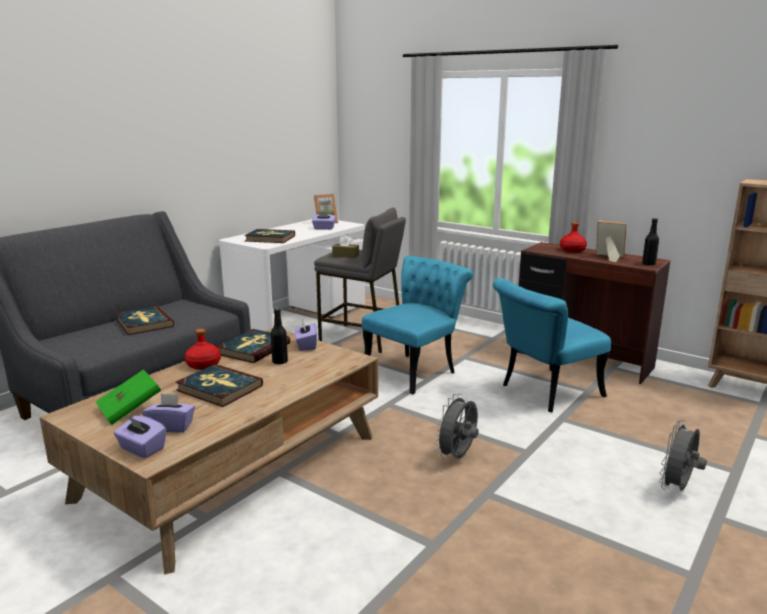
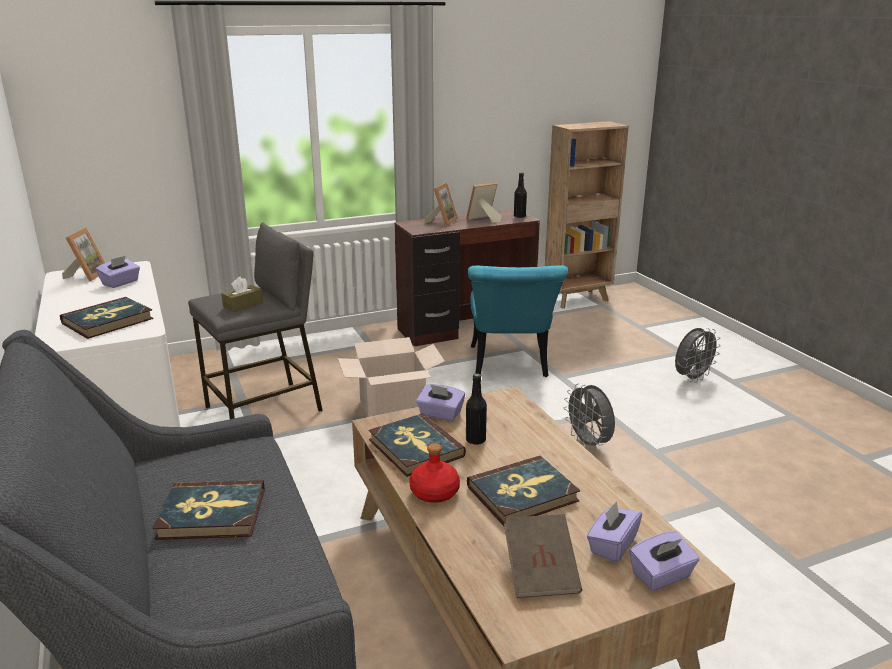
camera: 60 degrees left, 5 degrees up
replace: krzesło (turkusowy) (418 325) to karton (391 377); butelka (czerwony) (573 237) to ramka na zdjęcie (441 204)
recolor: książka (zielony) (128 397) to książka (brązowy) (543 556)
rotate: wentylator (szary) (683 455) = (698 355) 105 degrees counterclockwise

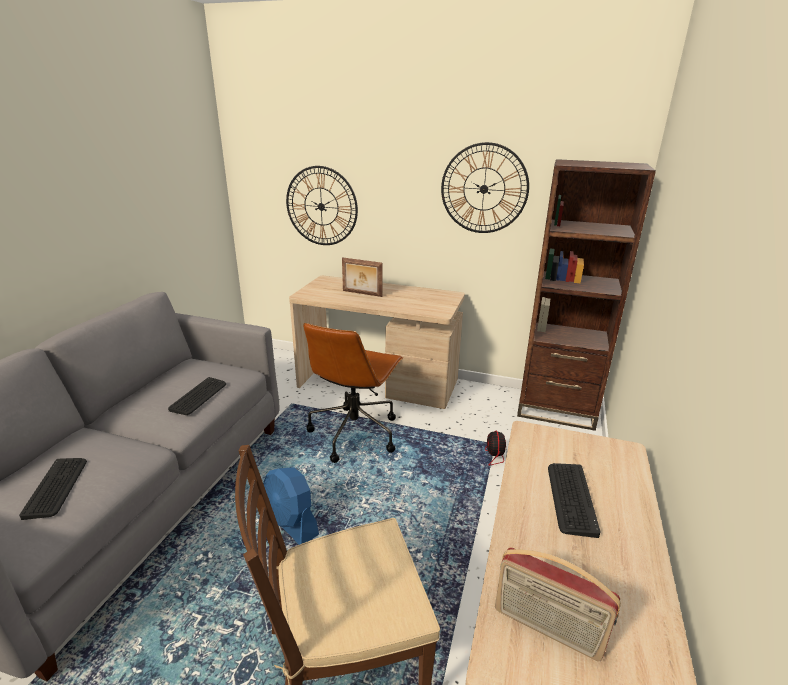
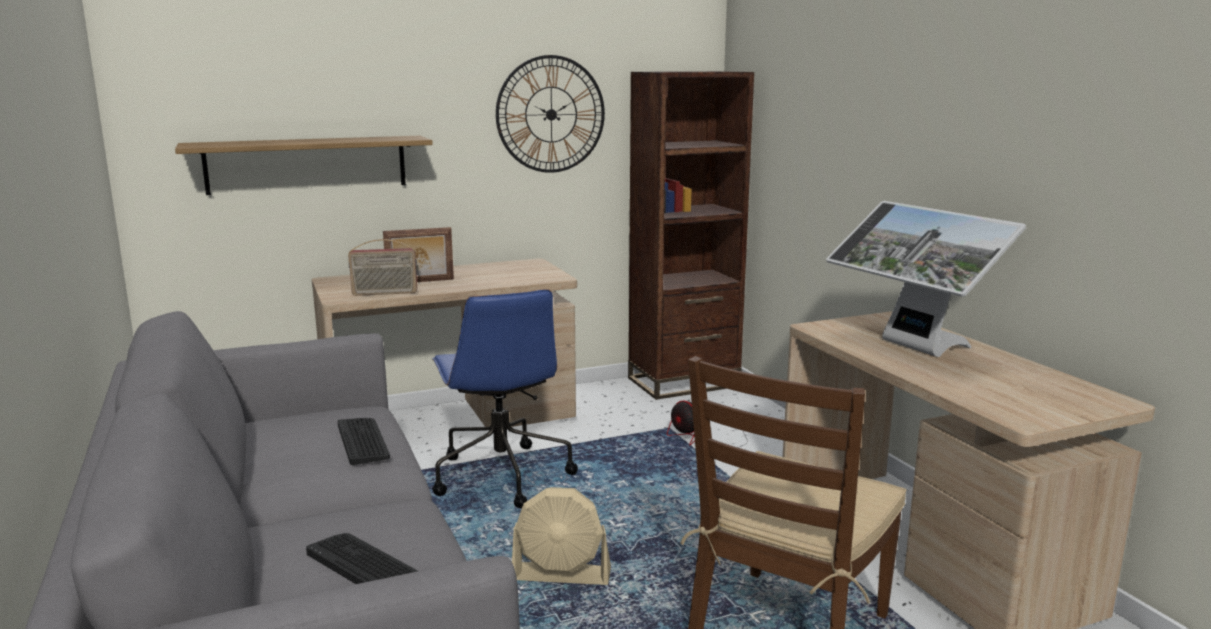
camera: 40 degrees left, 10 degrees down
move: radio (558 604) to (382 267)
replace: zegar ścienny (322 205) to półka (304 165); klawiatura (574 500) to monitor (926 279)
recolor: krzesło biurowe (brązowy) (353 393) to krzesło biurowe (niebieski) (505 398); wentylator (niebieski) (291 506) to wentylator (beżowy) (561 536)

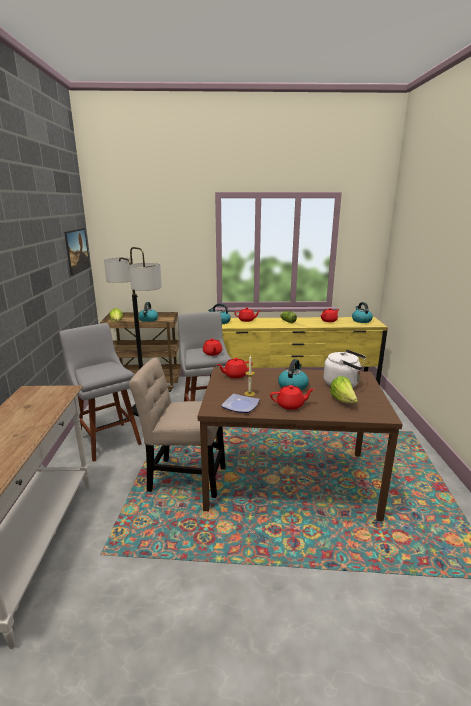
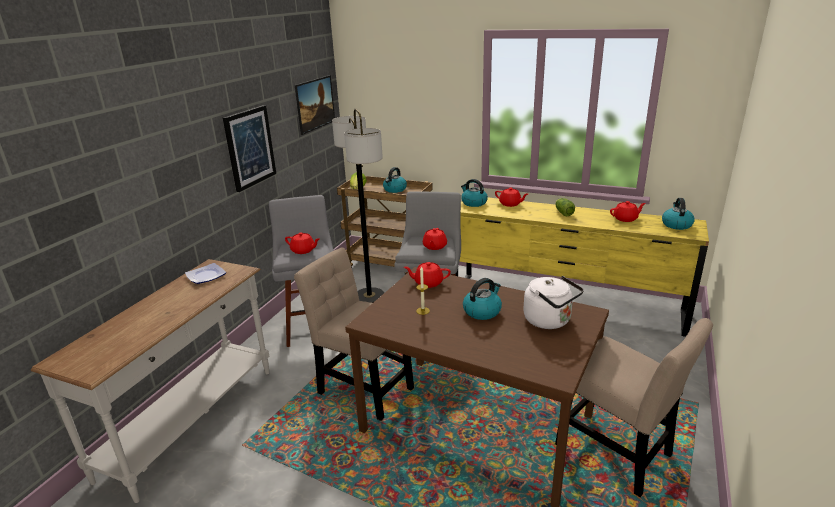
camera: 25 degrees right, 5 degrees up
delete: sałata (344 389)
insert: obraz (249 148); krzesło (beżowy) (634 407)
move: talerz (240 403) to (205 273); imbryk (czerwony) (292 397) to (302 243)

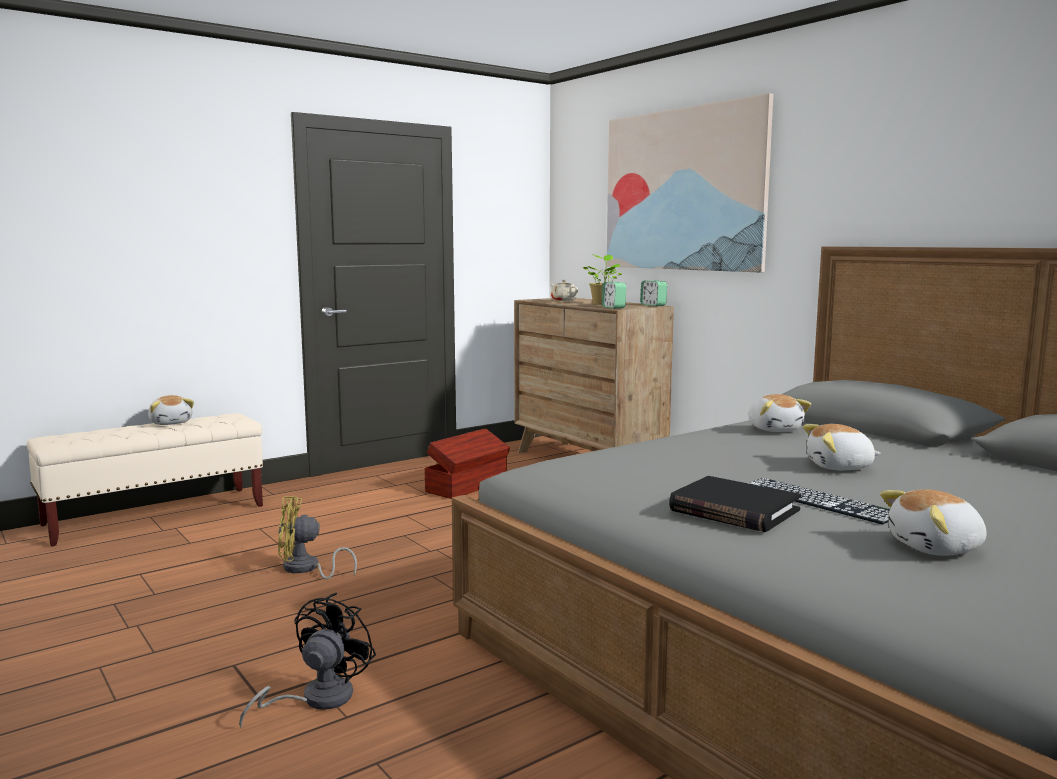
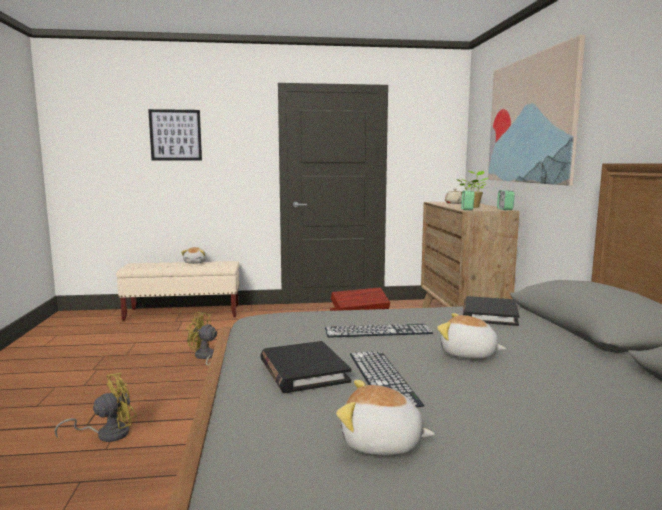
camera: 30 degrees right, 0 degrees up
insert: obraz (175 135); klawiatura (379 331)
replace: pluszak (780 413) to książka (czarny) (491 311)
recolor: wentylator (czarny) (307 660) to wentylator (żółty) (95 407)

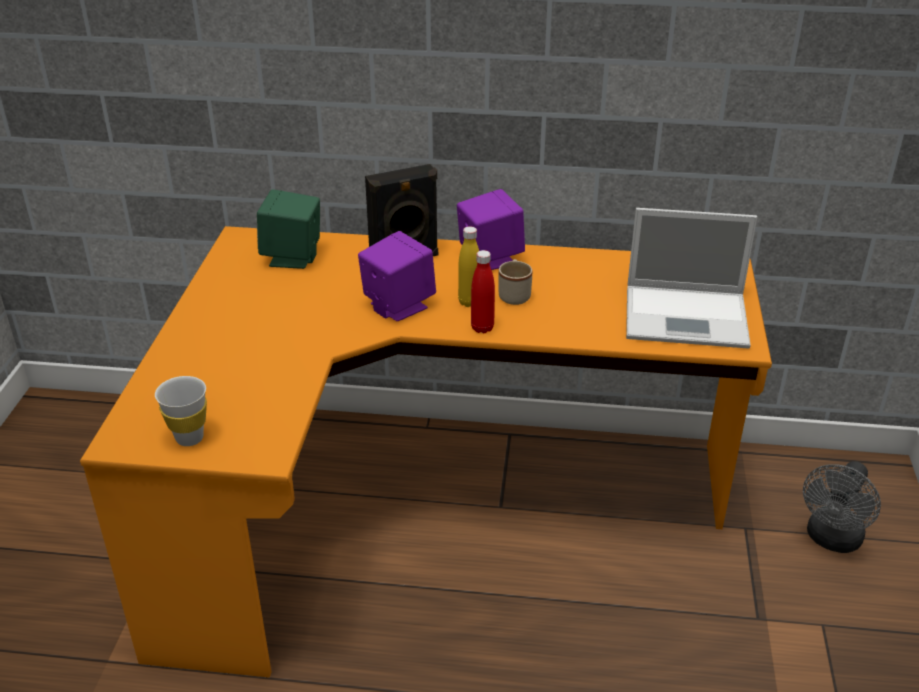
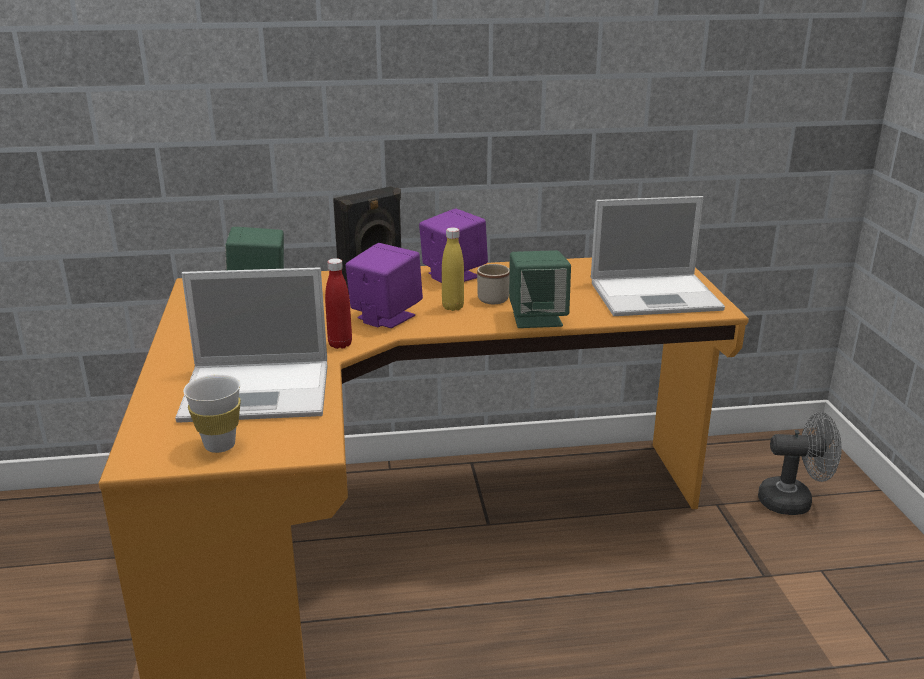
camera: 15 degrees left, 10 degrees down
insert: laptop (251 345); głośnik (zielony) (540 289)
move: butelka (czerwony) (483 291) to (338 303)
rotate: wentylator (szary) (842 507) = (800 463) 105 degrees counterclockwise

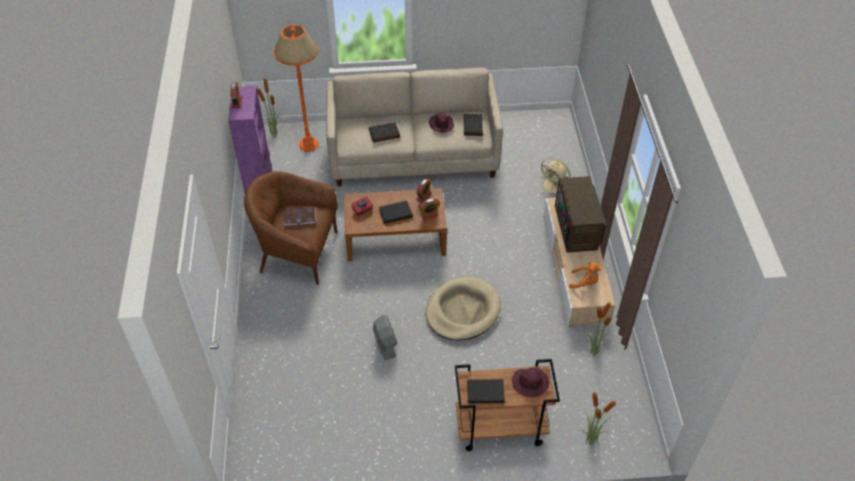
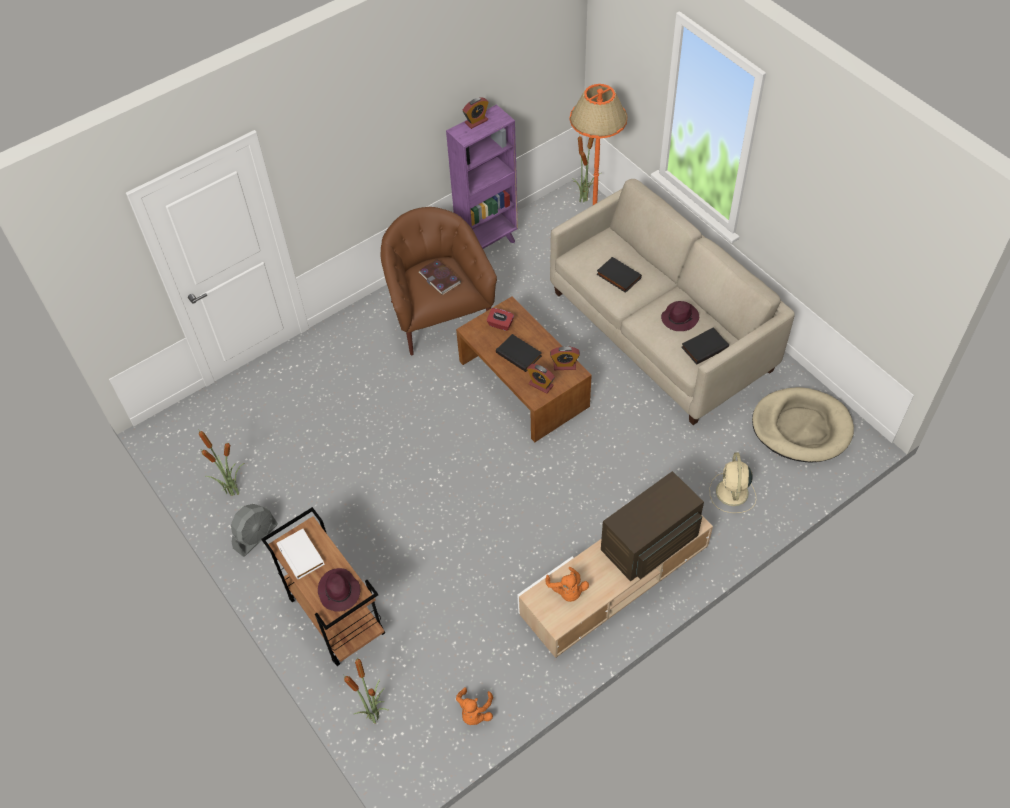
camera: 60 degrees right, 5 degrees up
insert: pluszak (pomarańczowy) (474 706)
move: roślina doniczkowa (597 327) to (221 462); wentylator (szary) (385 337) to (254 530); legowisko (beżowy) (463 309) to (803 424)
recolor: książka (czarny) (486 391) to książka (biały) (301 554)

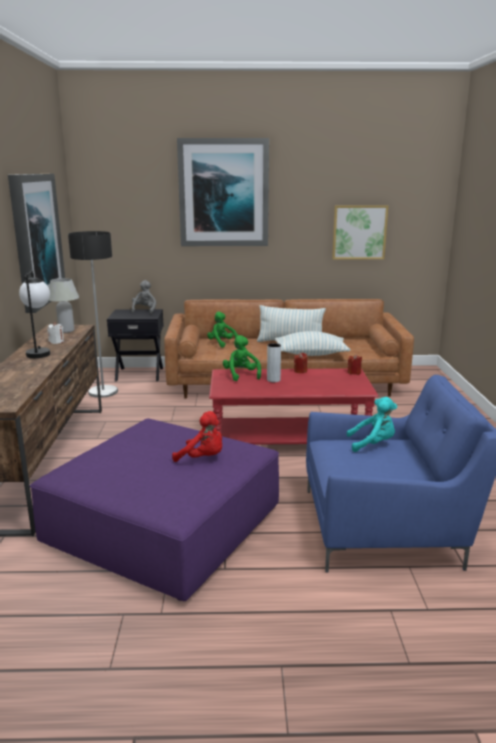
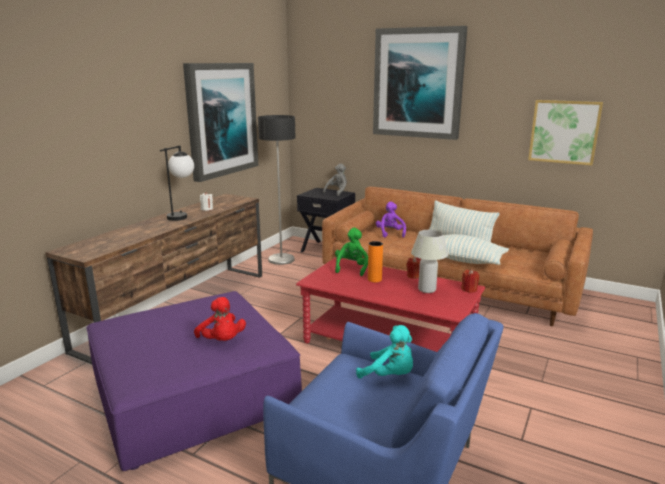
camera: 30 degrees right, 0 degrees up
move: lampa stołowa (biały) (64 305) to (429 261)
recolor: wazon (szary) (274 362) to wazon (pomarańczowy) (375 261); pluszak (zielony) (222 329) to pluszak (fioletowy) (391 220)

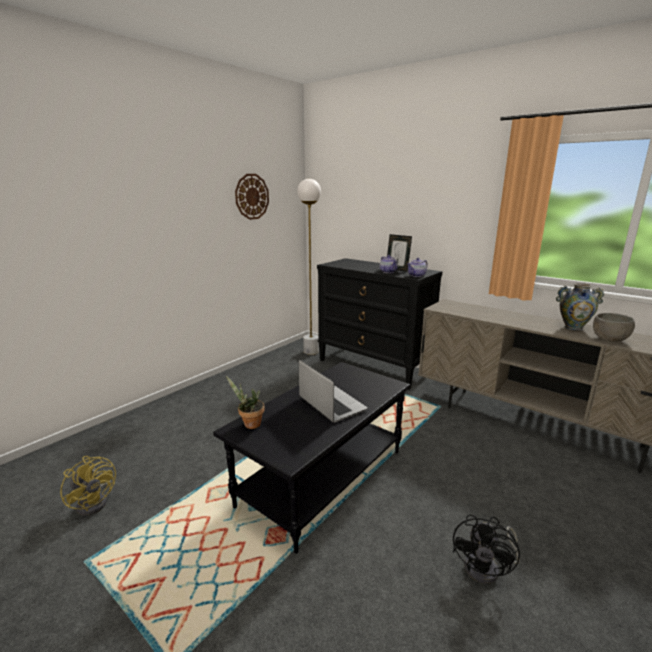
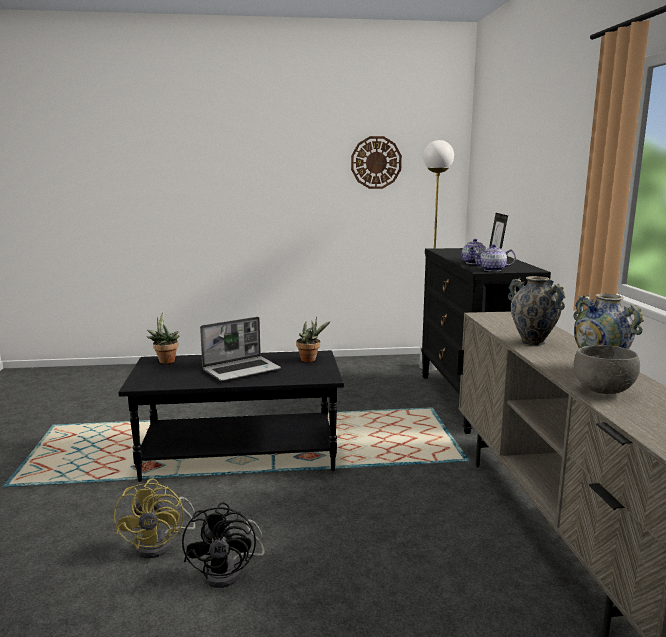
camera: 45 degrees right, 5 degrees down
insert: roślina doniczkowa (313 339); wazon (536 310)
move: wentylator (żółty) (88 486) to (154 518)
rotate: wentylator (czarny) (486 549) = (223 545) 75 degrees counterclockwise; laptop (333 391) = (240 349) 45 degrees clockwise

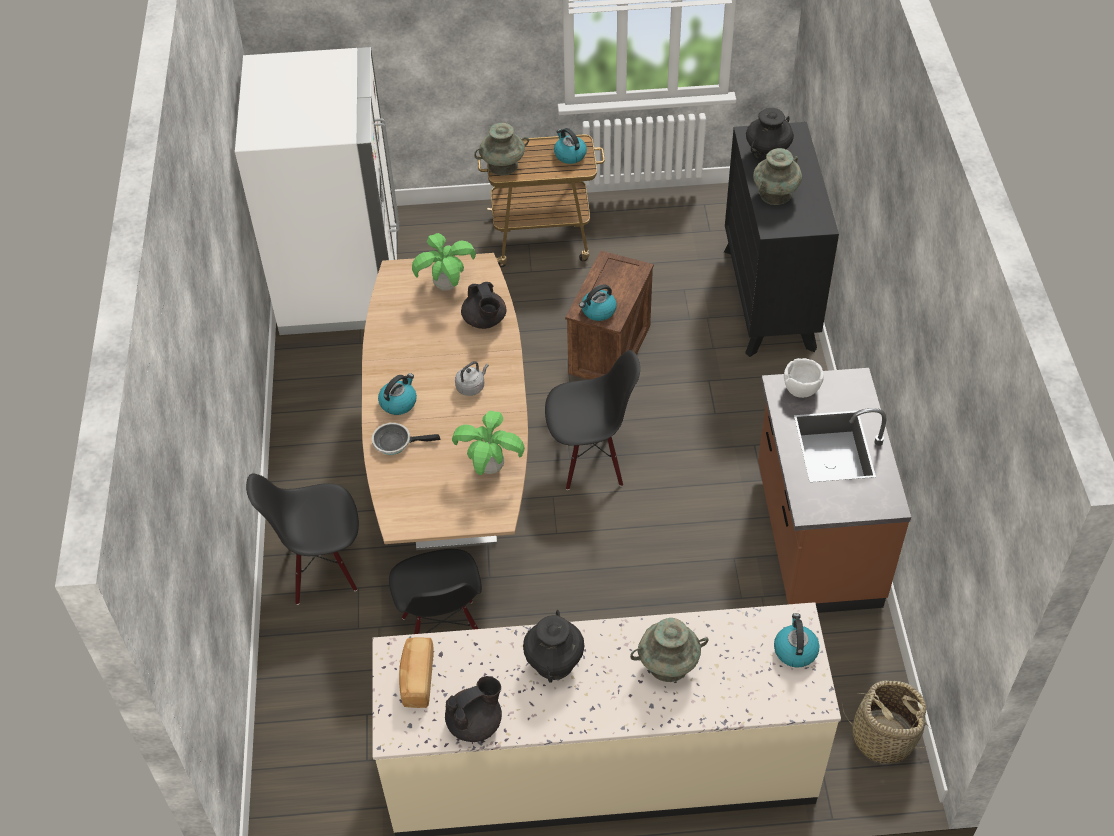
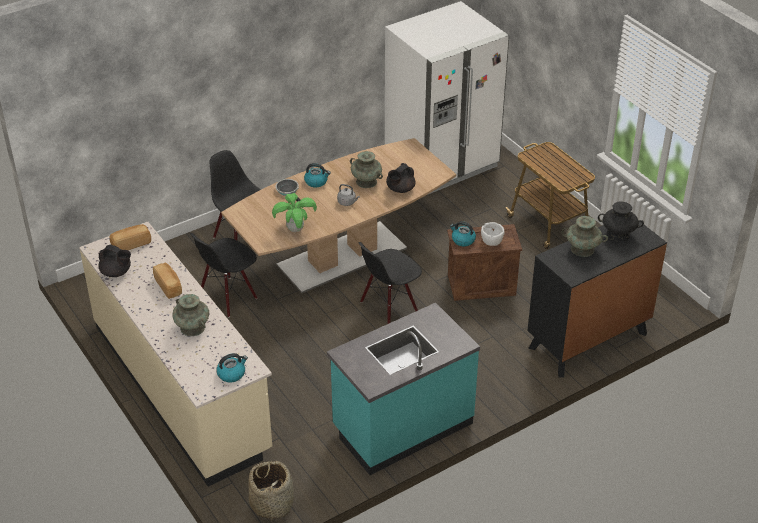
camera: 60 degrees right, 10 degrees down
delete: roślina doniczkowa (444 262); czajnik (570 146)
move: wazon (turkusowy) (501 149) to (366 169); miska (biały) (804 378) to (493 234)
replace: wazon (czarny) (553 646) to chleb (167 281)
recolor: zabudowa kuchenna (brązowy) (834 490) to zabudowa kuchenna (turkusowy) (403 389)
rotate: krzesło (czarny) (592 420) = (390 283) 90 degrees clockwise

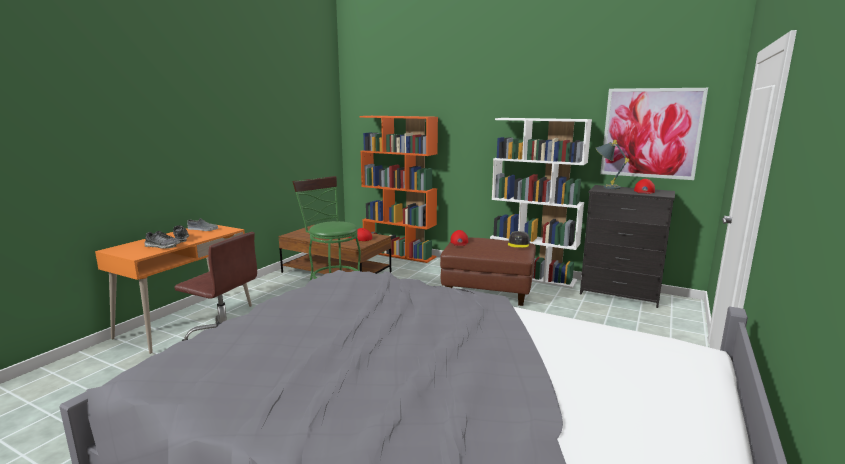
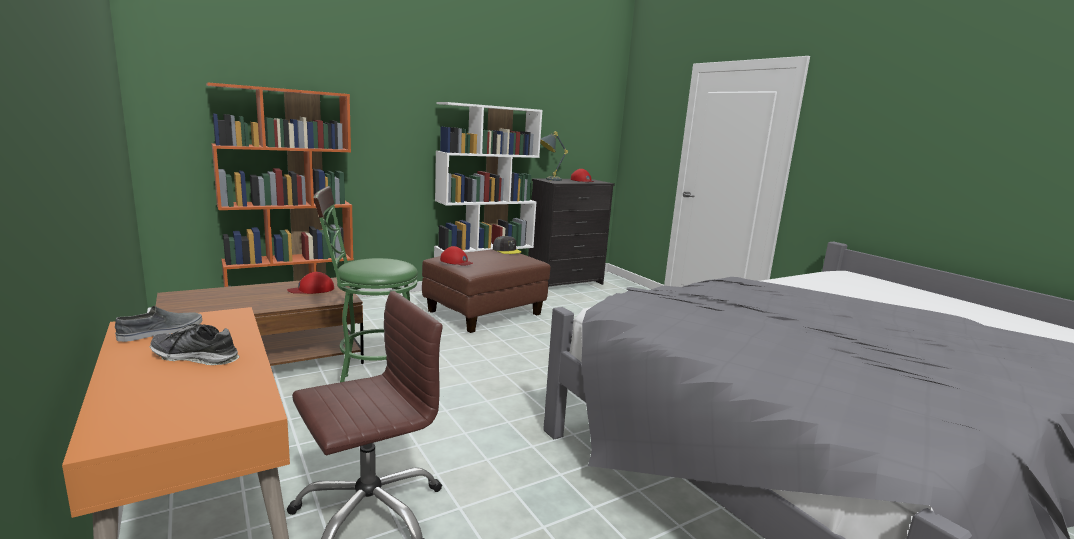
camera: 60 degrees left, 0 degrees up
delete: but (162 240); obraz (654 134)

